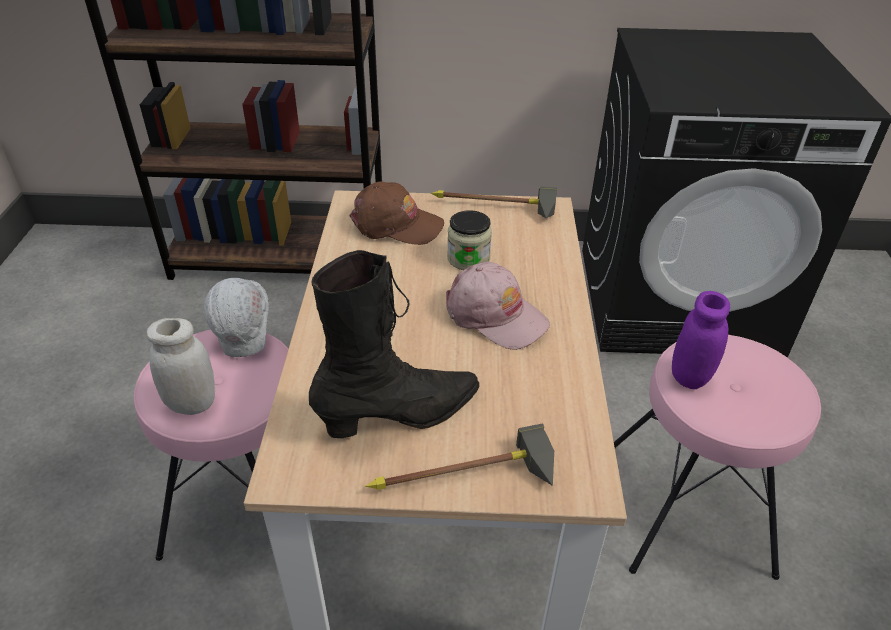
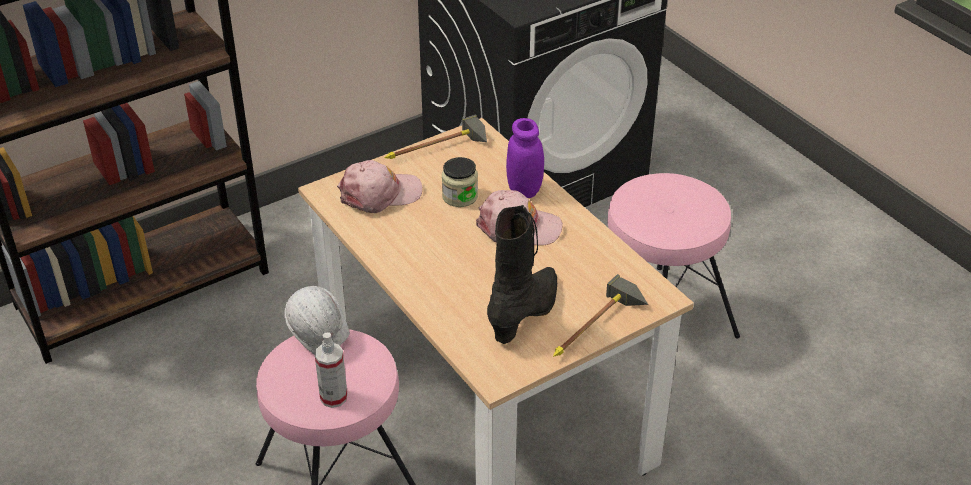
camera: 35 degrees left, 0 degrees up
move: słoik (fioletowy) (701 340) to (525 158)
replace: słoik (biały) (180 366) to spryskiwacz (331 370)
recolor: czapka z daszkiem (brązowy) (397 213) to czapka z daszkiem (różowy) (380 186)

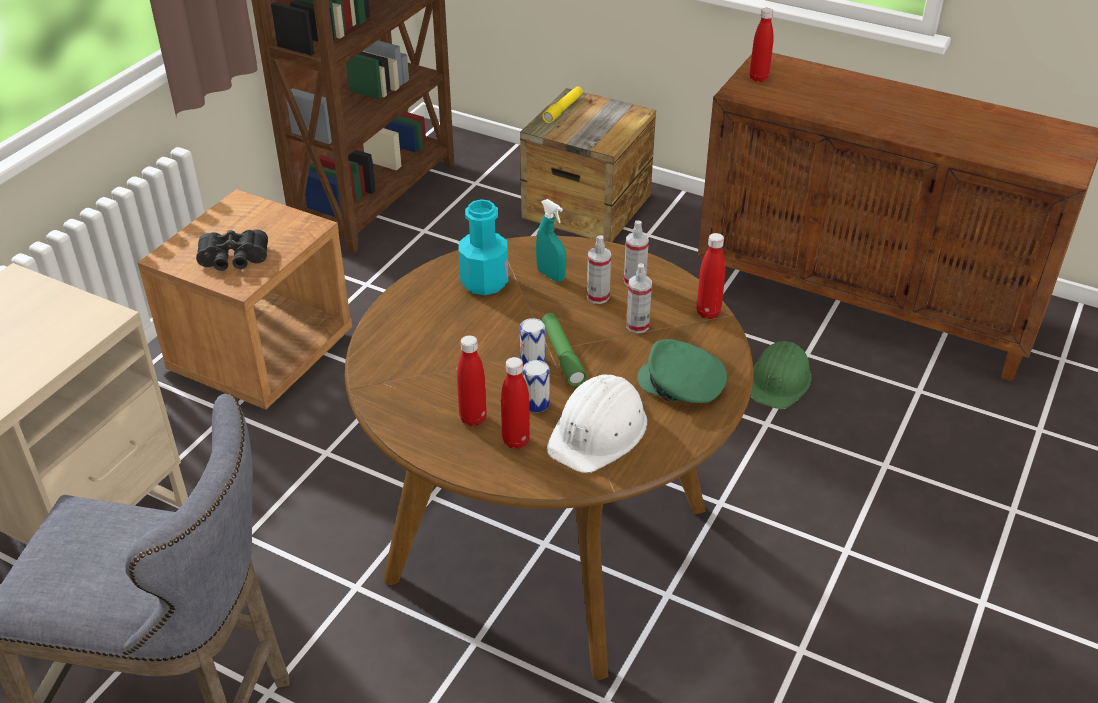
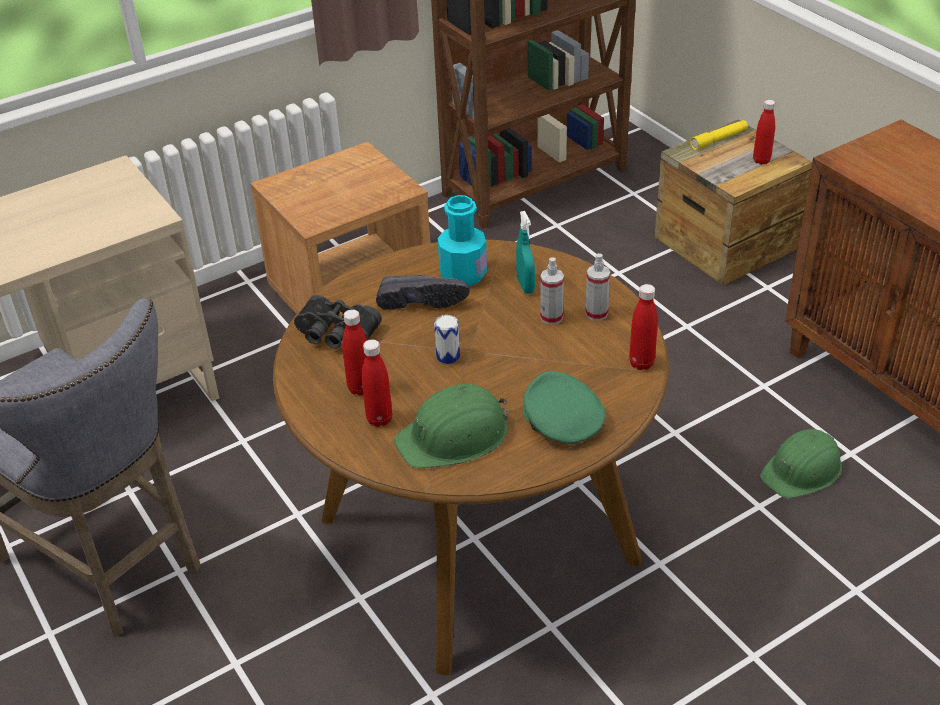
camera: 30 degrees right, 0 degrees up
delete: puszka (536 386); latarka (zielony) (564 349); spryskiwacz (639 298)
insert: but (czarny) (423 292)
move: lornetka (czarny) (232 250) to (338 322); butelka (czerwony) (761 45) to (764 132)
recolor: kask (biały) (597 423) to kask (zielony) (451 426)

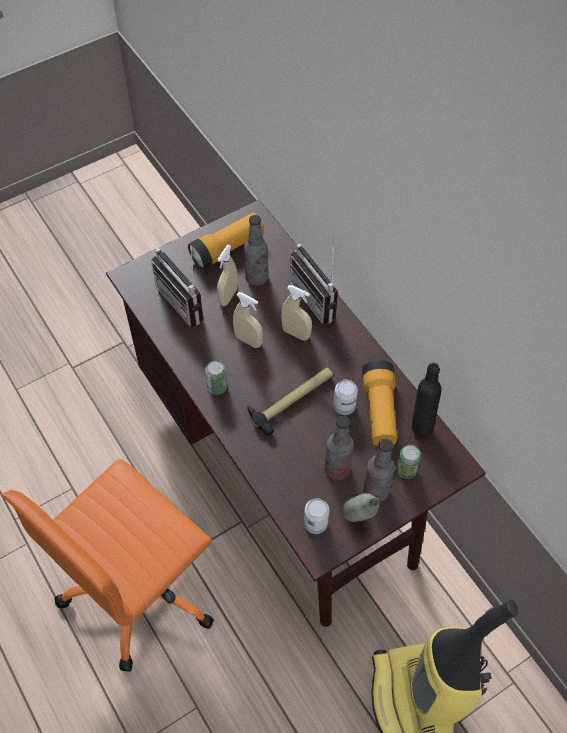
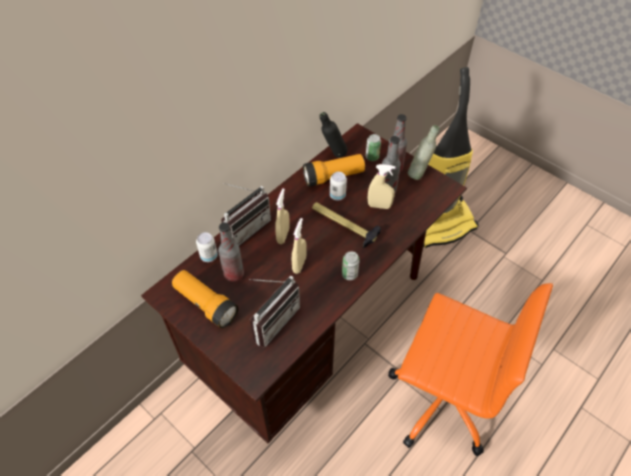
camera: 105 degrees left, 5 degrees down
move: puszka (316 516) to (207 247); spryskiwacz (beżowy) (227 275) to (381 186)

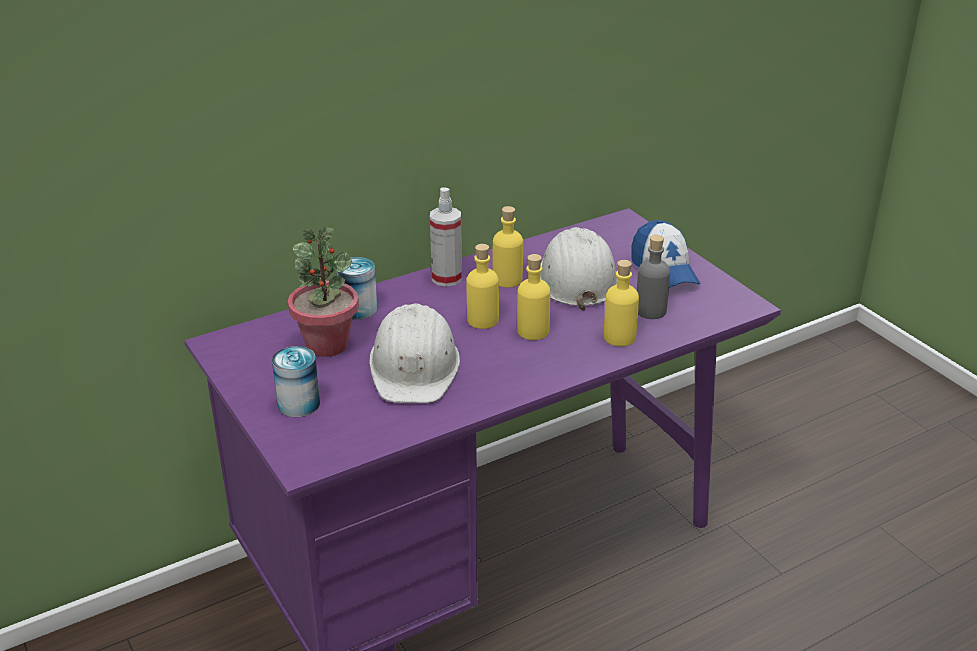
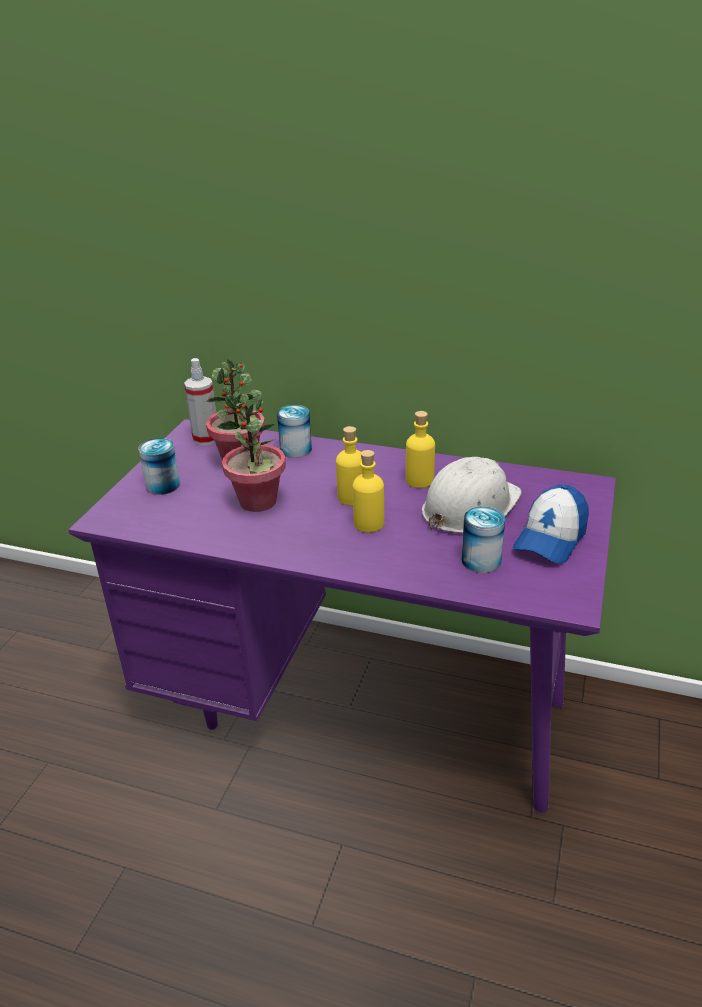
camera: 50 degrees right, 0 degrees up
delete: butelka (żółty) (621 303)
move: spryskiwacz (446 237) to (200 401)
replace: kask (biały) (414 353) to roślina doniczkowa (251 452); butelka (szary) (653 277) to puszka (483 539)

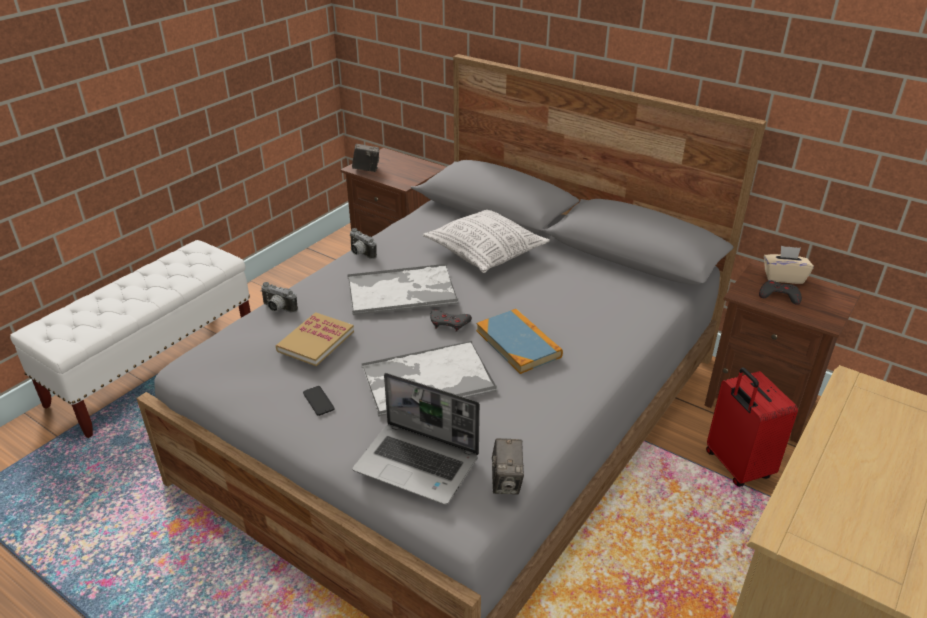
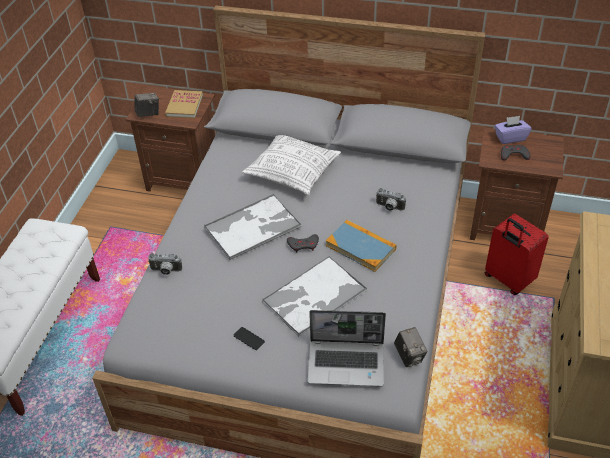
camera: 20 degrees left, 10 degrees up
move: książka (315 339) to (184 104); aparat fotograficzny (363 243) to (391 199)
recolor: pudełko chusteczek (beżowy) (789 265) to pudełko chusteczek (fioletowy) (513 130)

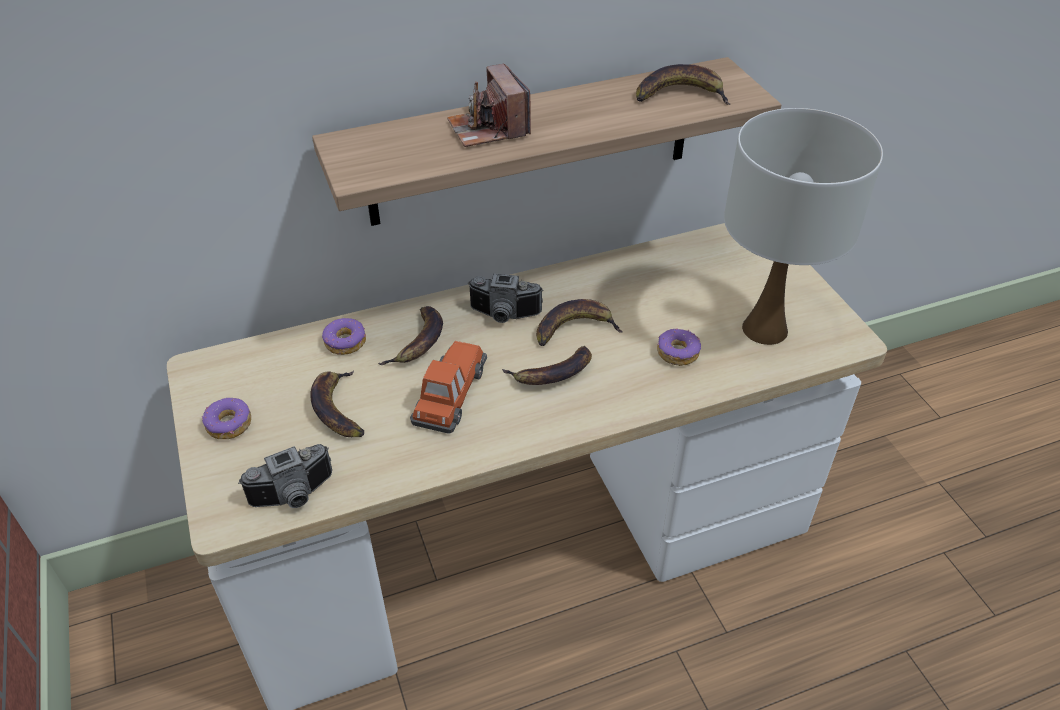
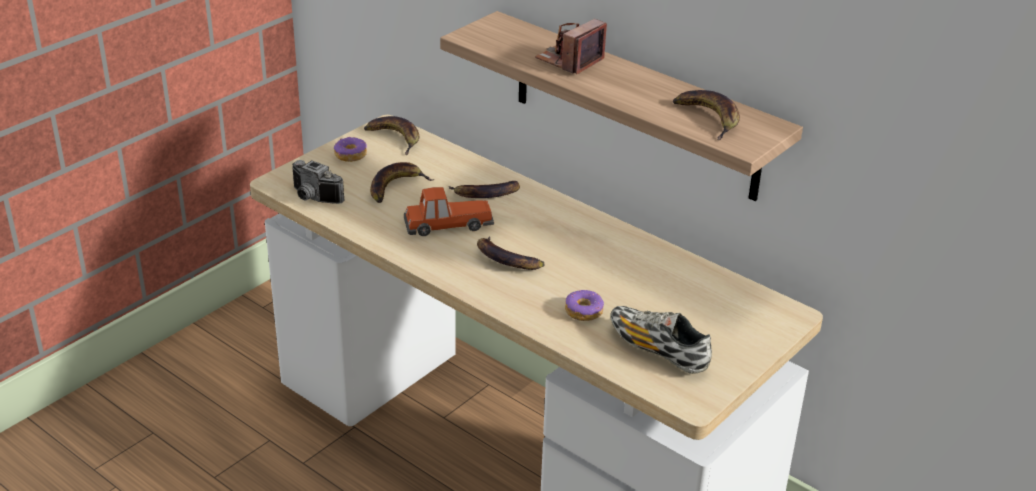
camera: 60 degrees right, 10 degrees down
delete: donut (344 336); aparat fotograficzny (505 298)
move: banan (579 322) to (391 135)
replace: lampa stołowa (biały) (803 226) to but (661 340)

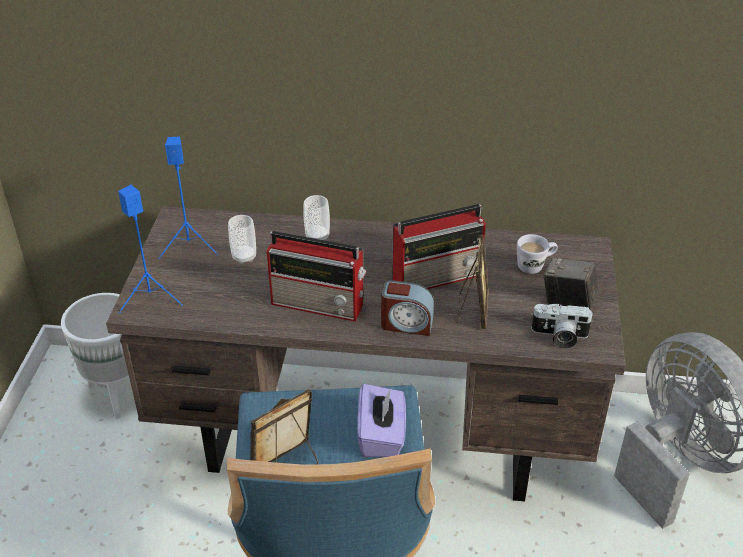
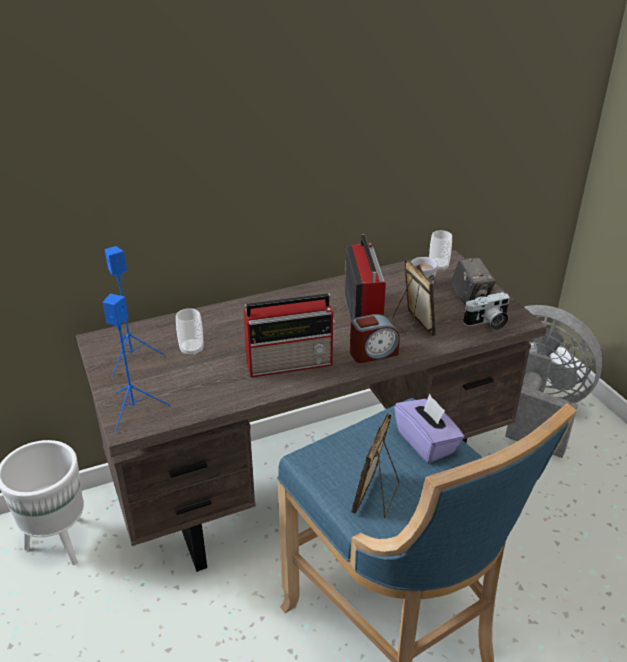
camera: 30 degrees left, 5 degrees down
move: filiżanka (316 217) to (440 250)
rotate: radio (439 246) = (365 277) 45 degrees counterclockwise; aparat fotograficzny (571 283) = (473 281) 105 degrees counterclockwise

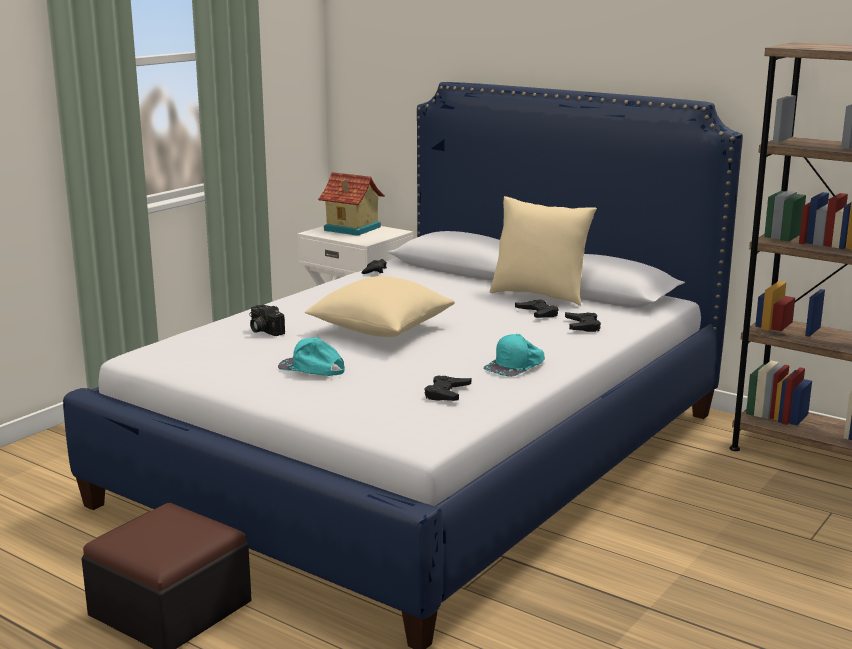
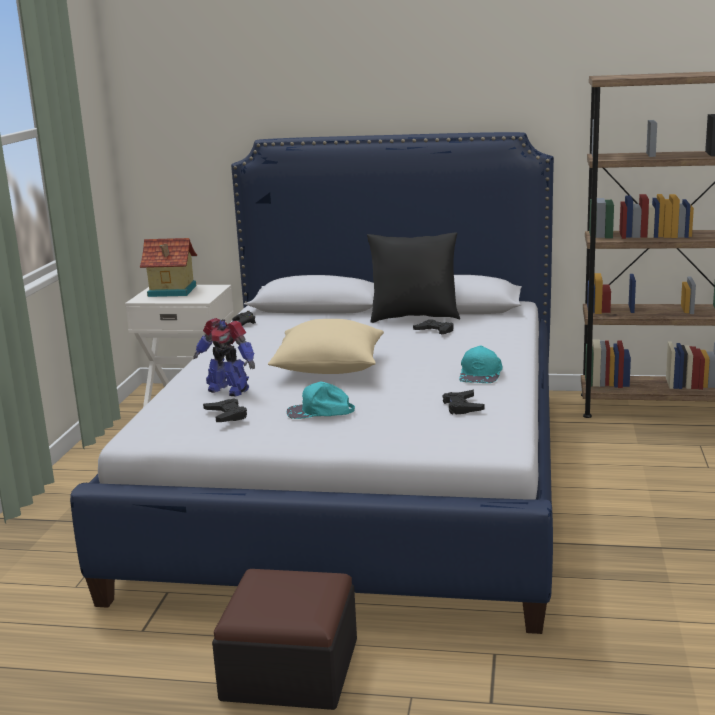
camera: 25 degrees left, 0 degrees up
move: pad do gier (czarny) (583 322) to (225 410)
replace: aparat fotograficzny (267 320) to robot zabawkowy (224 357)
recolor: poduszka (beżowy) (543 251) to poduszka (czarny) (413 277)

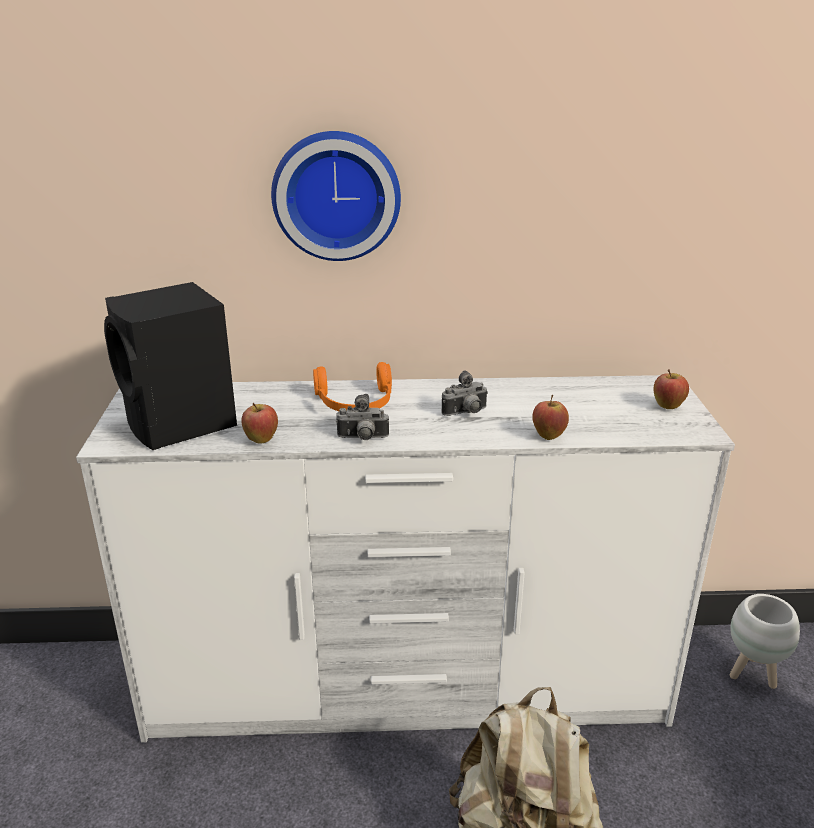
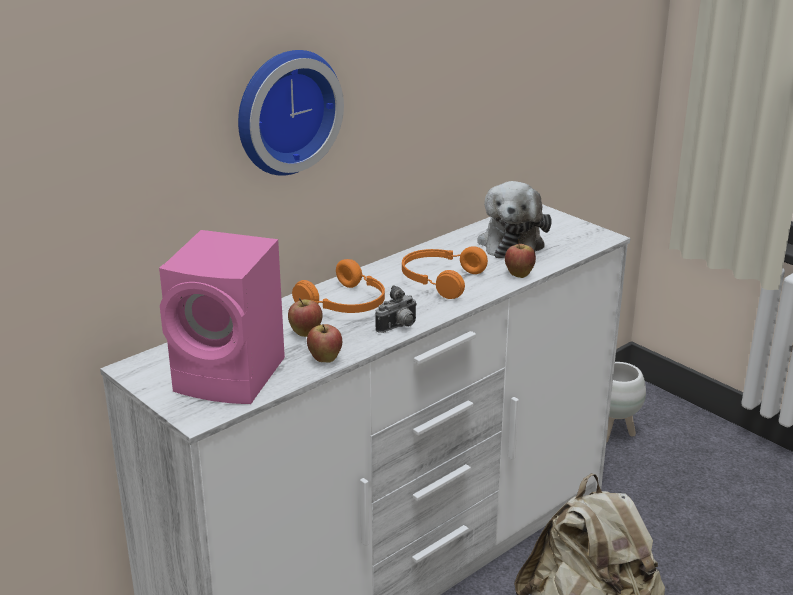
camera: 40 degrees left, 0 degrees up
insert: pluszak (514 219)
move: jabłko (671 389) to (305 317)
replace: aparat fotograficzny (464 393) to słuchawki (pomarańczowy) (445 272)
recolor: głośnik (czarny) (170 366) to głośnik (różowy) (222 317)

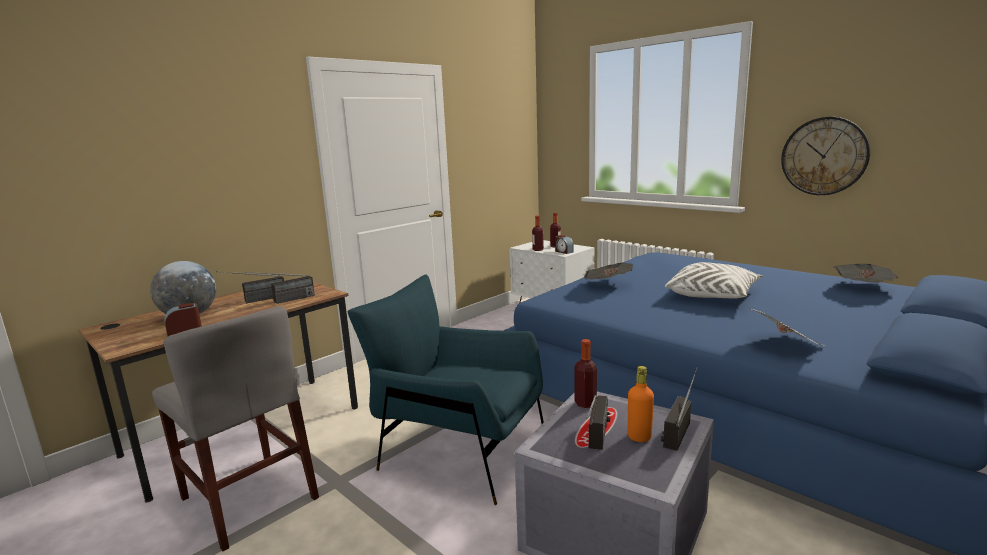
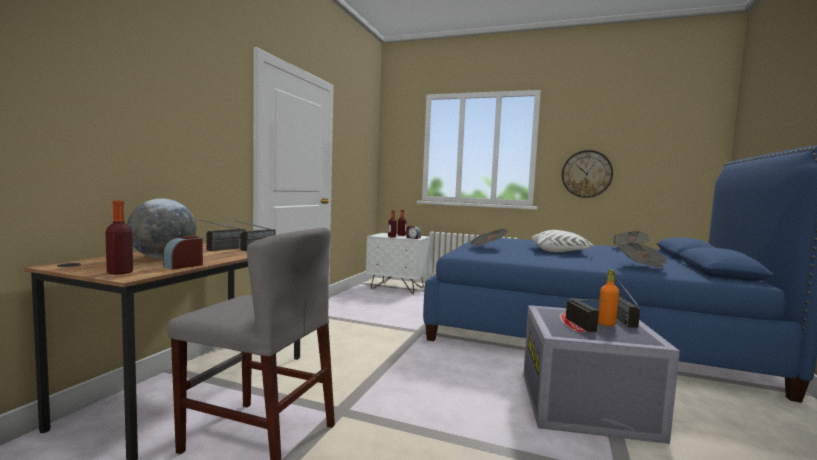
camera: 25 degrees left, 10 degrees down
delete: fotel (niebieski) (446 390)
move: butelka (585 373) to (119 238)

